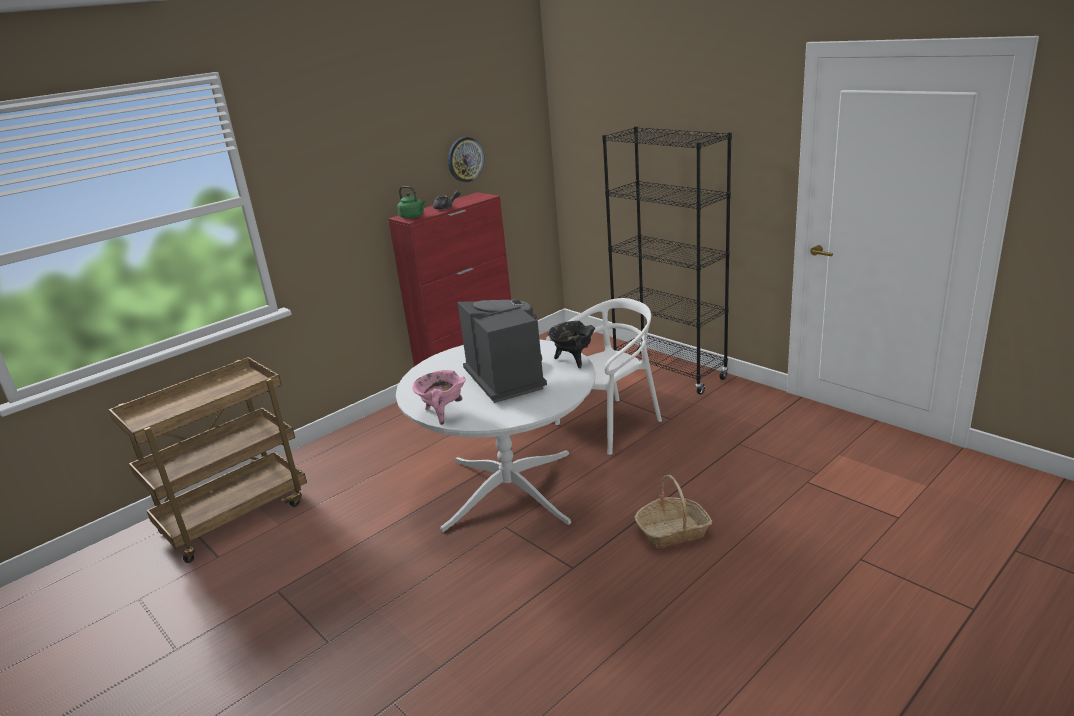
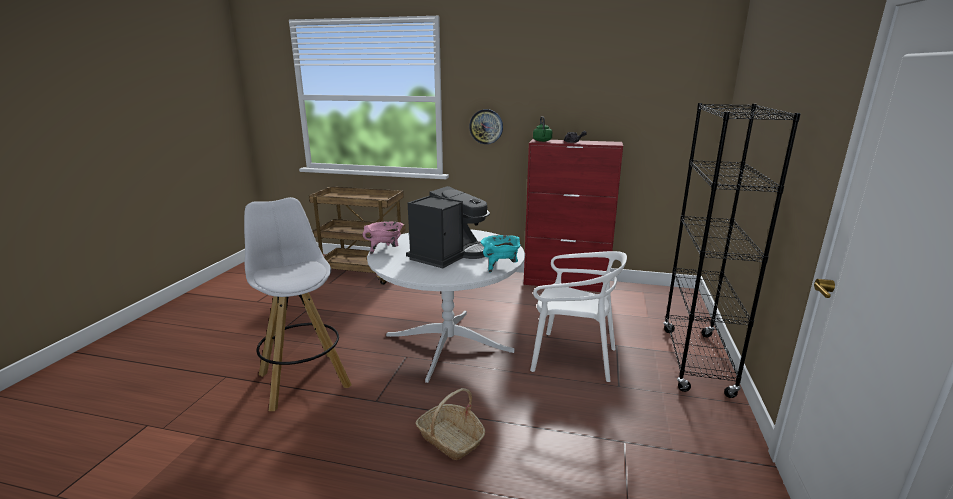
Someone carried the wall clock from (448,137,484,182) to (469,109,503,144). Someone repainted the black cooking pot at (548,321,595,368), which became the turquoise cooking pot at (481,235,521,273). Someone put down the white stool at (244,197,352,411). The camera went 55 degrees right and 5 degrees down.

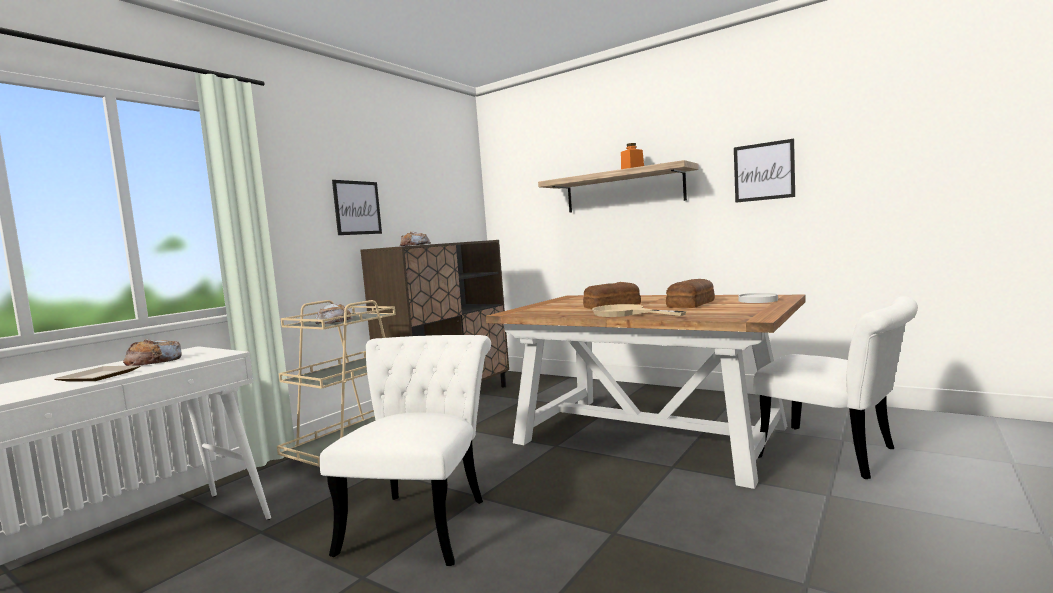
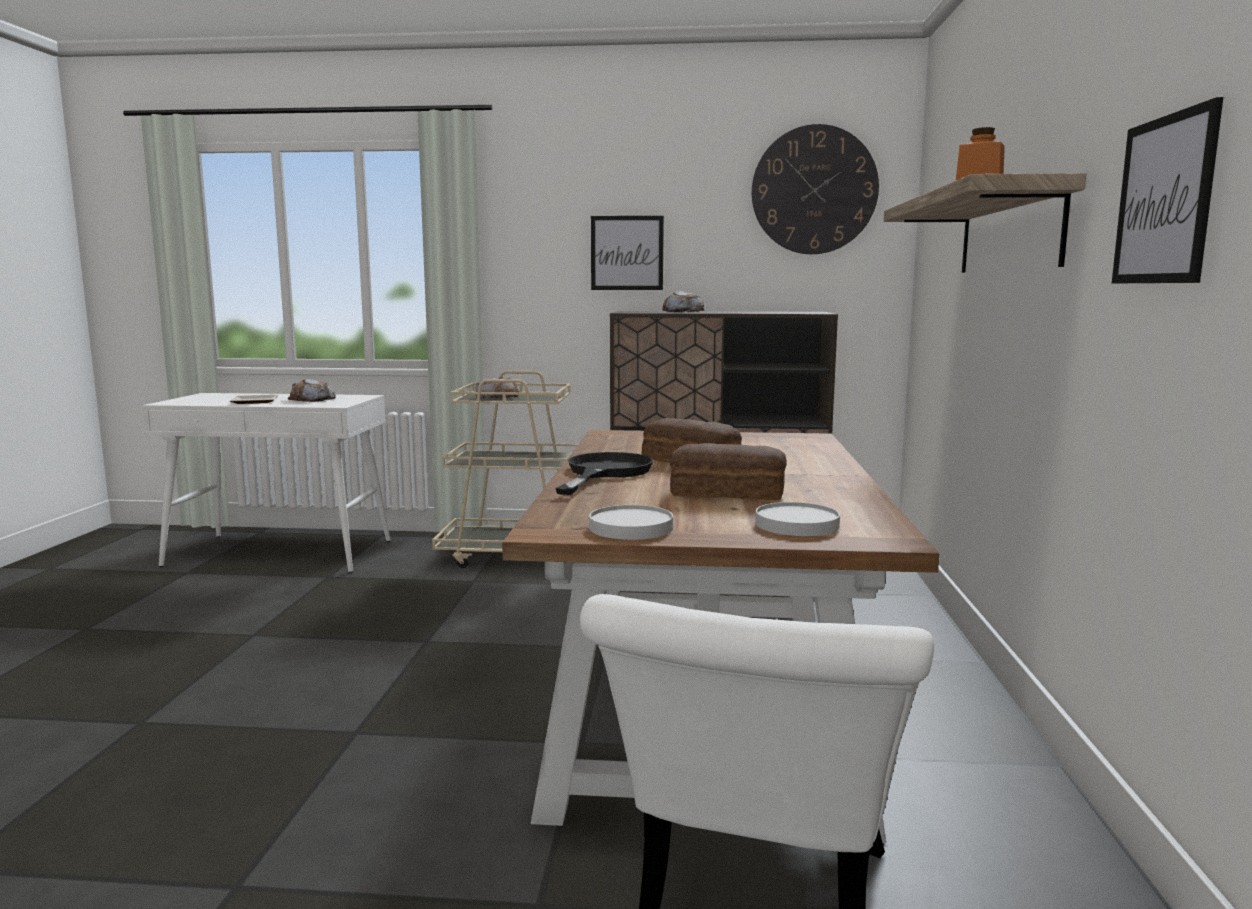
Someone repainted the beige frying pan at (592,304,686,317), which became the black frying pan at (556,452,654,495). Someone took away the white chair at (319,335,491,566). Someone put up the wall clock at (752,124,879,254). Someone put down the white plate at (589,505,673,540). The camera went 60 degrees right and 5 degrees up.

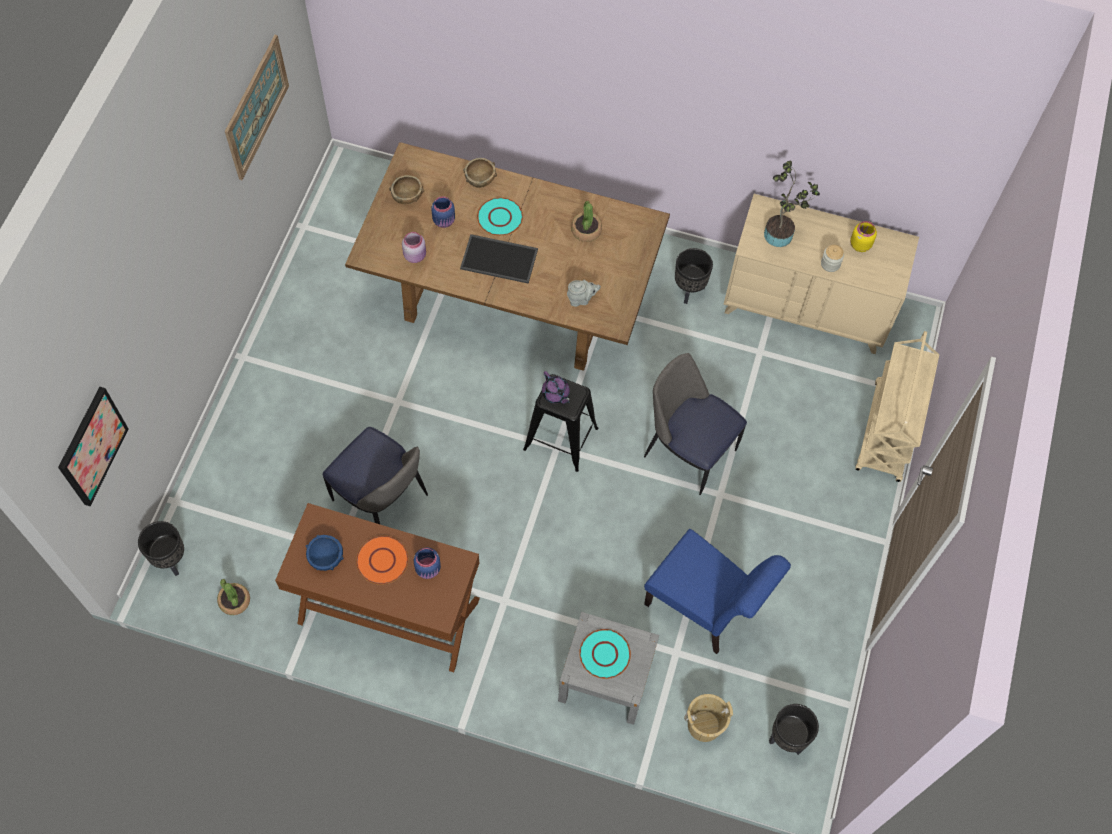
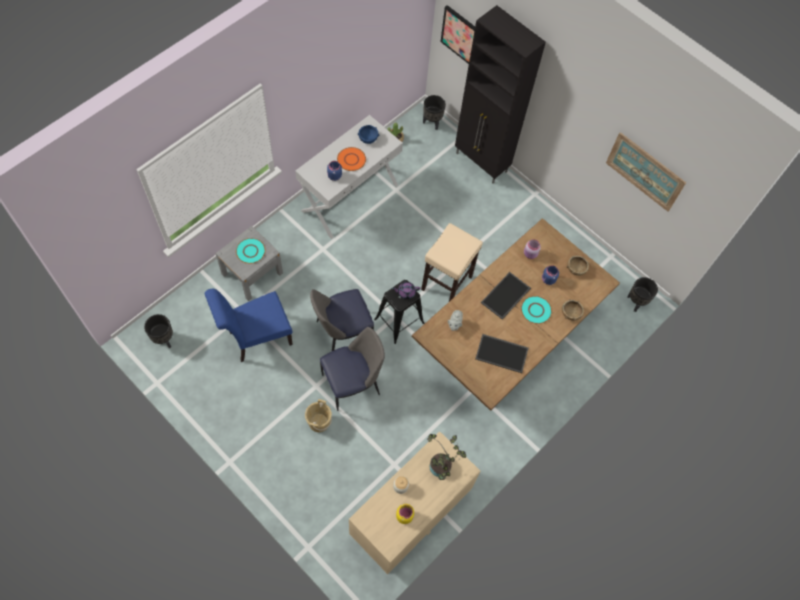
Someone swapped the potted plant at (571,201,602,242) for the tray at (475,334,528,373). Someone carried the black planter from (675,248,713,304) to (628,277,658,312). Someone took away the beige cart at (855,331,939,482). Someone carried the chair from (322,427,428,524) to (310,289,374,351). Someone repainted the brown console table at (275,503,480,672), which became the white console table at (295,115,403,239). Someone carried the beige bucket from (684,694,733,742) to (305,399,332,432). Someone put down the black cabinet at (455,5,546,184). Someone put down the beige stool at (421,223,483,301). The camera went 115 degrees right and 0 degrees up.

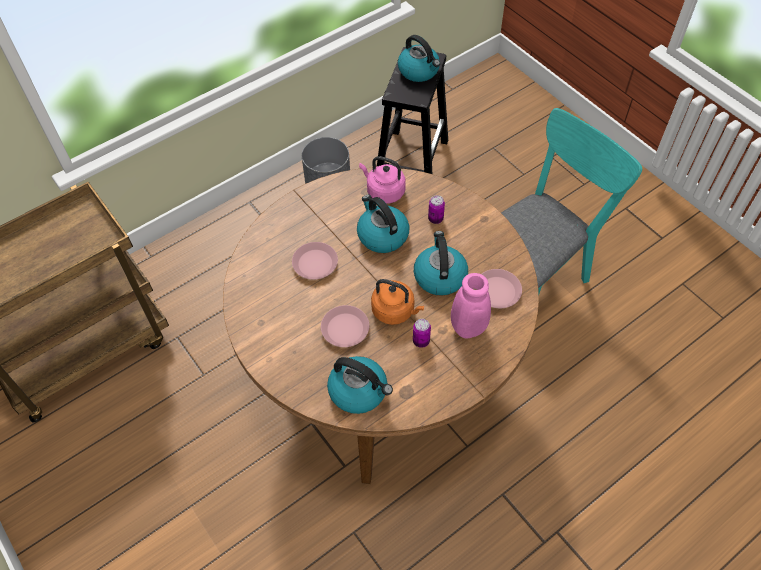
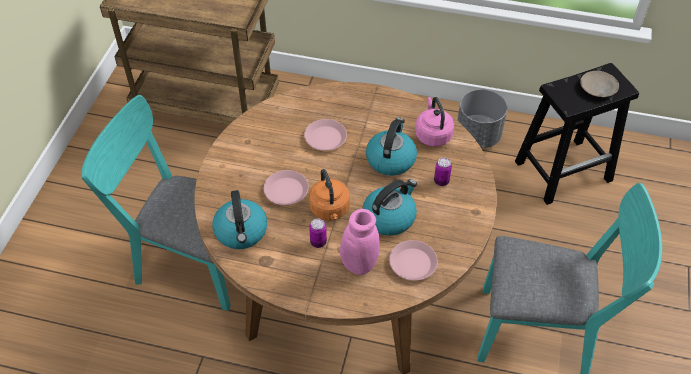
Someone swapped the kettle at (398,35,440,82) for the beige plate at (580,71,619,97). Someone put down the turquoise chair at (82,95,231,311). The camera went 50 degrees right and 5 degrees down.

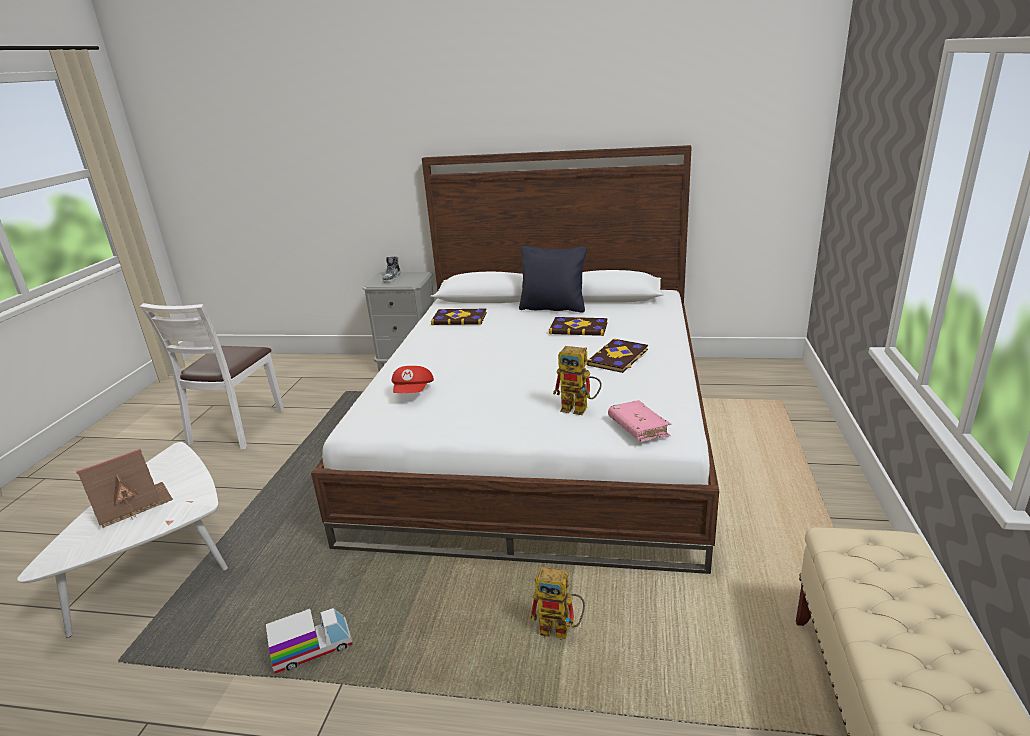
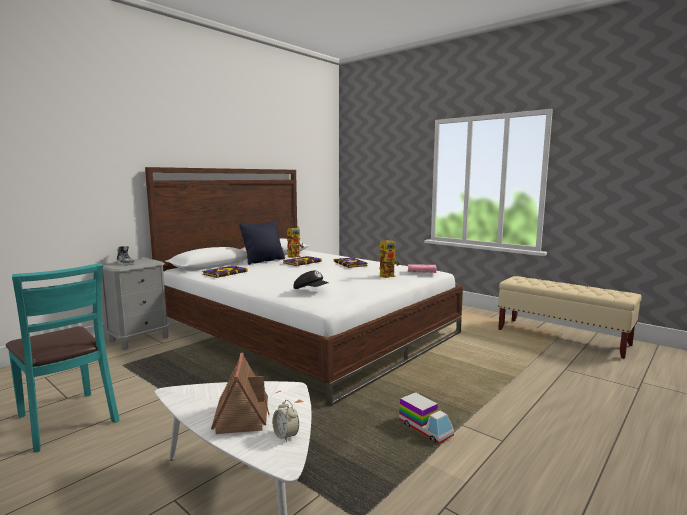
Someone repainted the white chair at (140,303,284,450), which became the turquoise chair at (6,263,120,453). Someone repainted the red cap at (391,366,434,393), which became the black cap at (294,270,328,289). Someone carried the toy robot from (529,567,585,641) to (287,226,304,258). Someone rotated the toy truck at (266,608,353,674) by 135 degrees clockwise. Someone put down the alarm clock at (272,400,299,442). The camera went 60 degrees left and 15 degrees down.

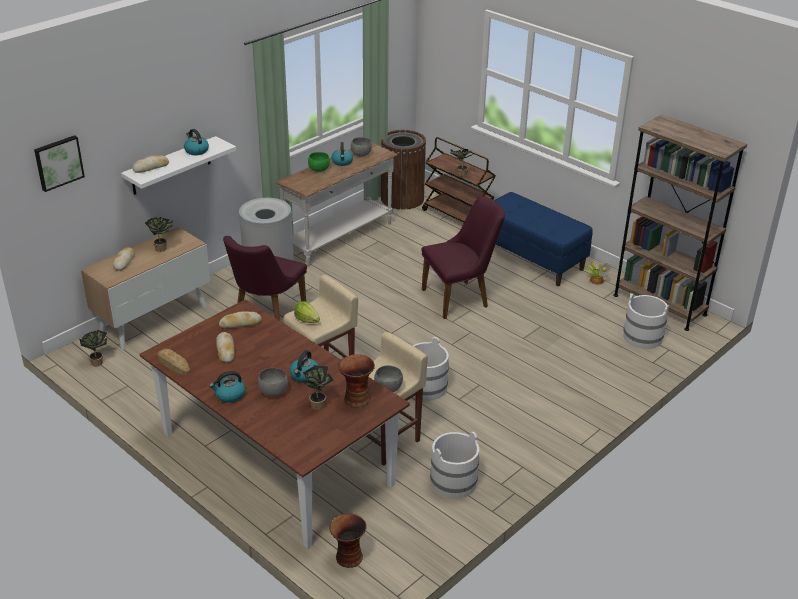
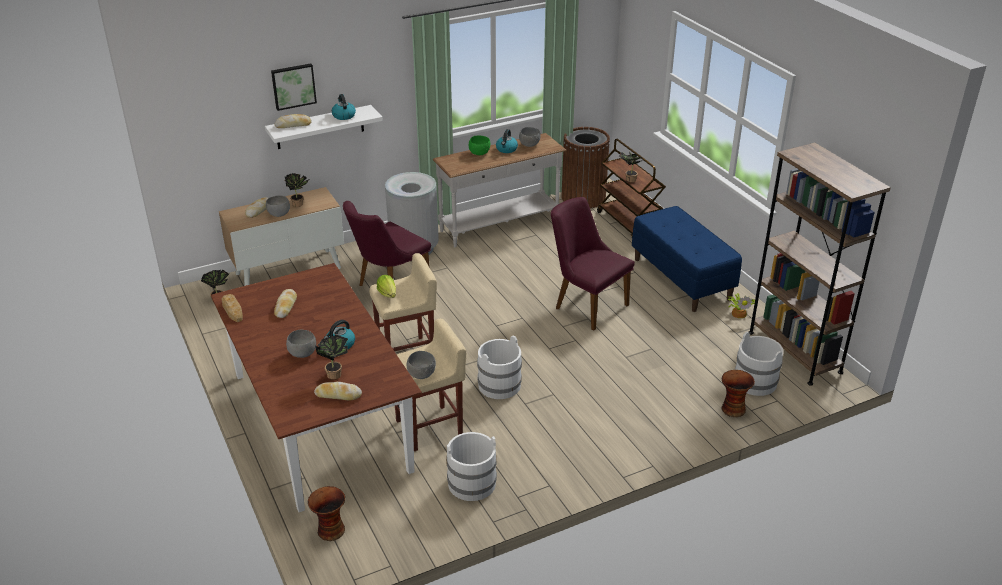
Someone carried the picture from (34,135,85,192) to (271,63,317,111). Someone rotated the purple chair at (421,196,505,319) by 135 degrees counterclockwise. Someone carried the bread from (219,312,262,328) to (314,382,362,400). Someone carried the vase from (338,354,375,408) to (722,370,755,417). Someone took away the kettle at (210,371,245,403). Someone put down the grey bowl at (266,195,290,217). The camera went 20 degrees right and 0 degrees up.

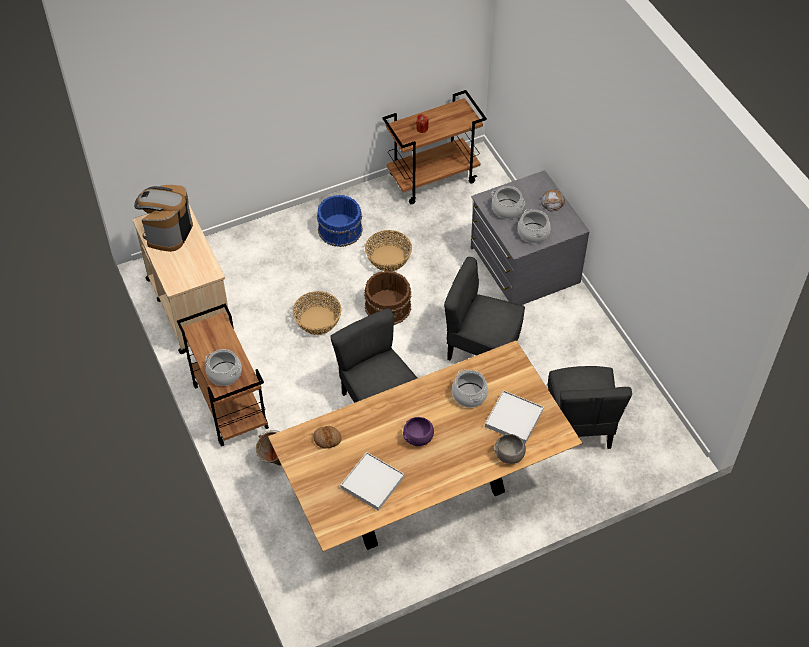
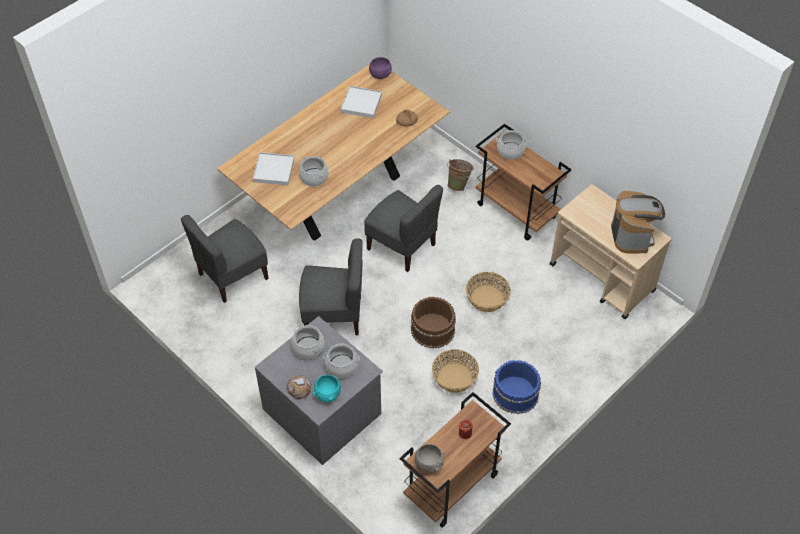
Someone rotated the grey chair at (547,366,632,449) by 105 degrees counterclockwise. Someone carried the purple bowl from (403,417,434,446) to (369,57,392,79). Someone carried the grey bowl from (493,434,526,464) to (415,444,444,472). Someone put down the turquoise bowl at (313,375,341,403). The camera went 160 degrees right and 0 degrees up.

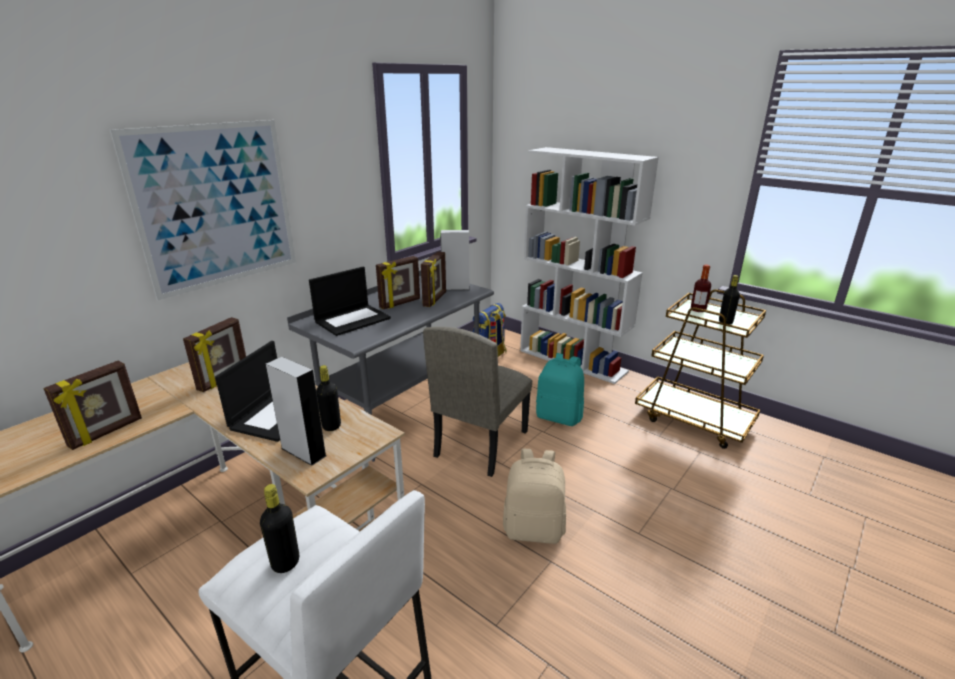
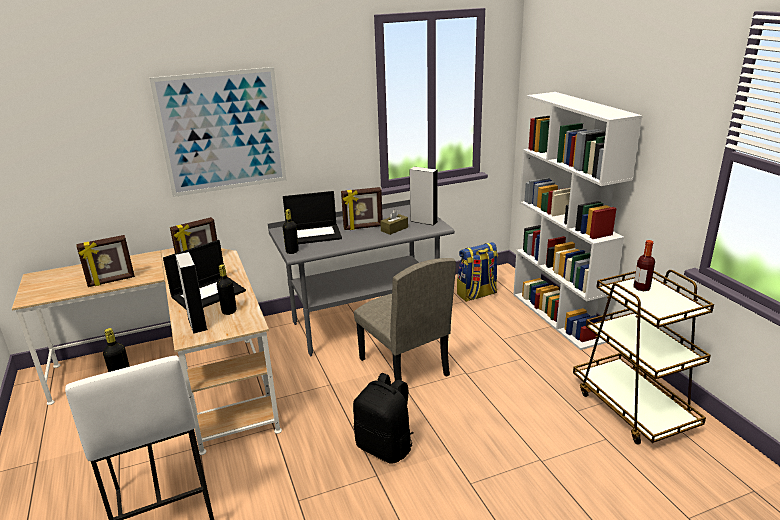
Someone swapped the picture frame at (421,251,446,307) for the brown tissue box at (380,209,408,235). Someone carried the black bottle from (719,275,740,325) to (283,209,299,254). Someone rotated the beige chair at (423,327,532,477) by 90 degrees counterclockwise. Someone took away the turquoise backpack at (536,353,584,426). Someone repainted the beige backpack at (503,449,566,544), which became the black backpack at (353,373,413,464). The camera went 30 degrees right and 0 degrees up.

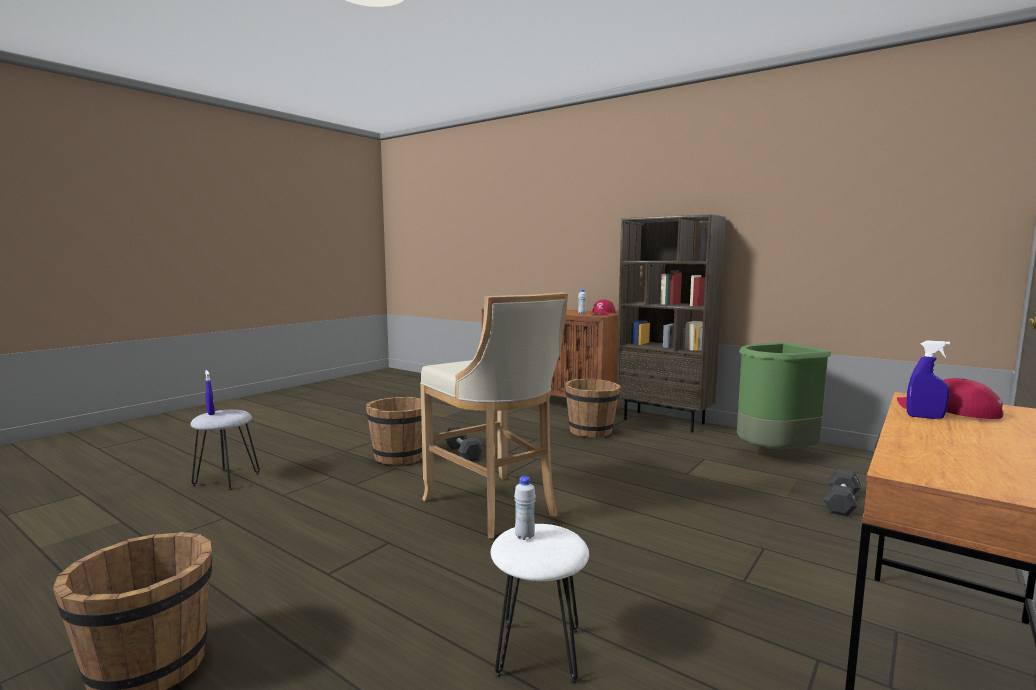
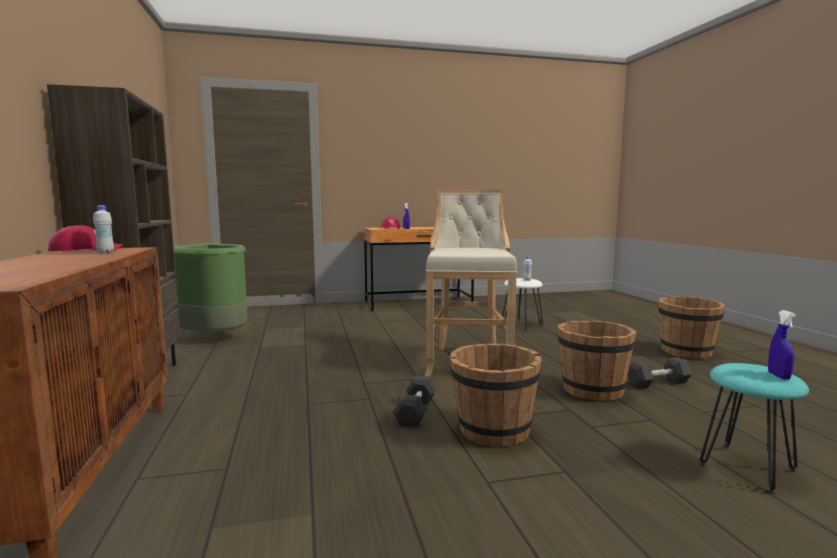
Someone carried the brown bucket from (565,379,620,438) to (557,320,636,401). Someone repainted the grey stool at (190,410,260,490), which became the turquoise stool at (700,363,809,494). Someone carried the black dumbbell from (823,469,861,517) to (628,357,692,389). The camera went 140 degrees left and 0 degrees up.

